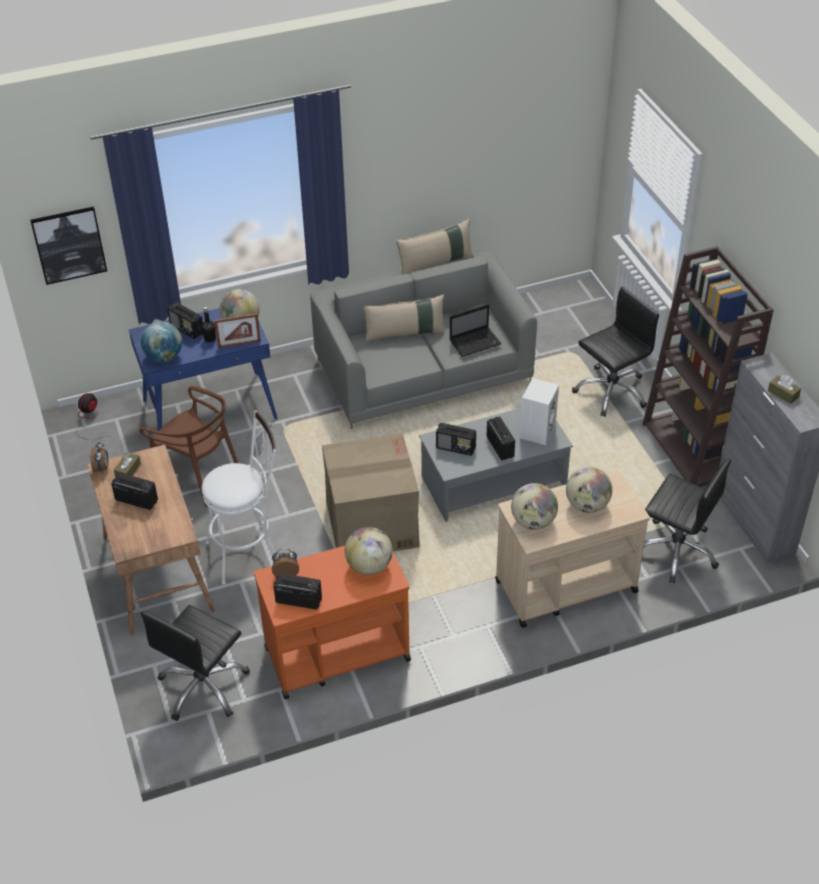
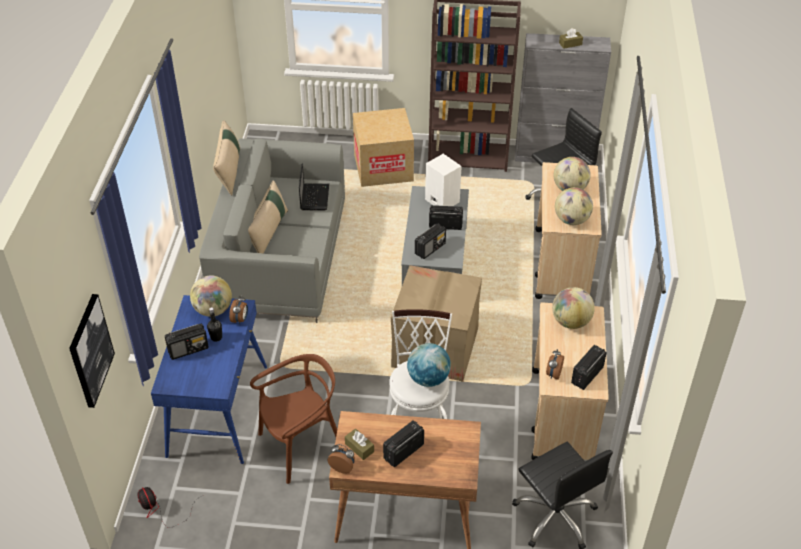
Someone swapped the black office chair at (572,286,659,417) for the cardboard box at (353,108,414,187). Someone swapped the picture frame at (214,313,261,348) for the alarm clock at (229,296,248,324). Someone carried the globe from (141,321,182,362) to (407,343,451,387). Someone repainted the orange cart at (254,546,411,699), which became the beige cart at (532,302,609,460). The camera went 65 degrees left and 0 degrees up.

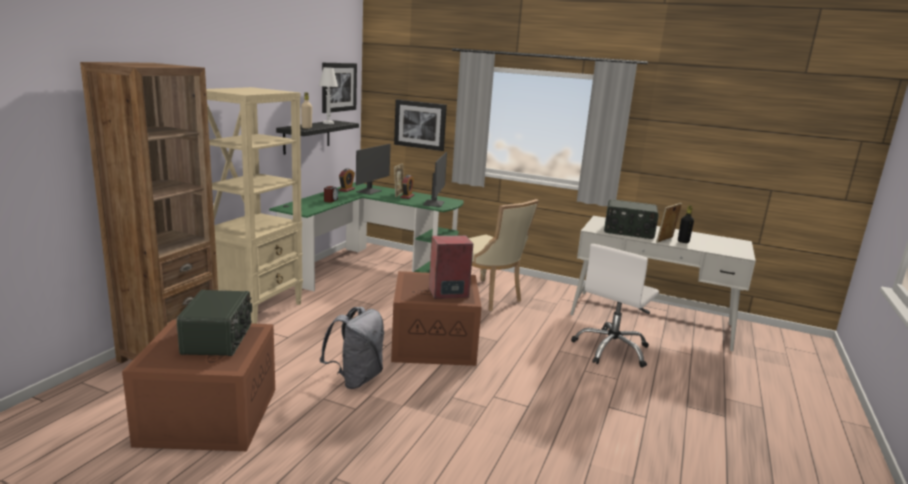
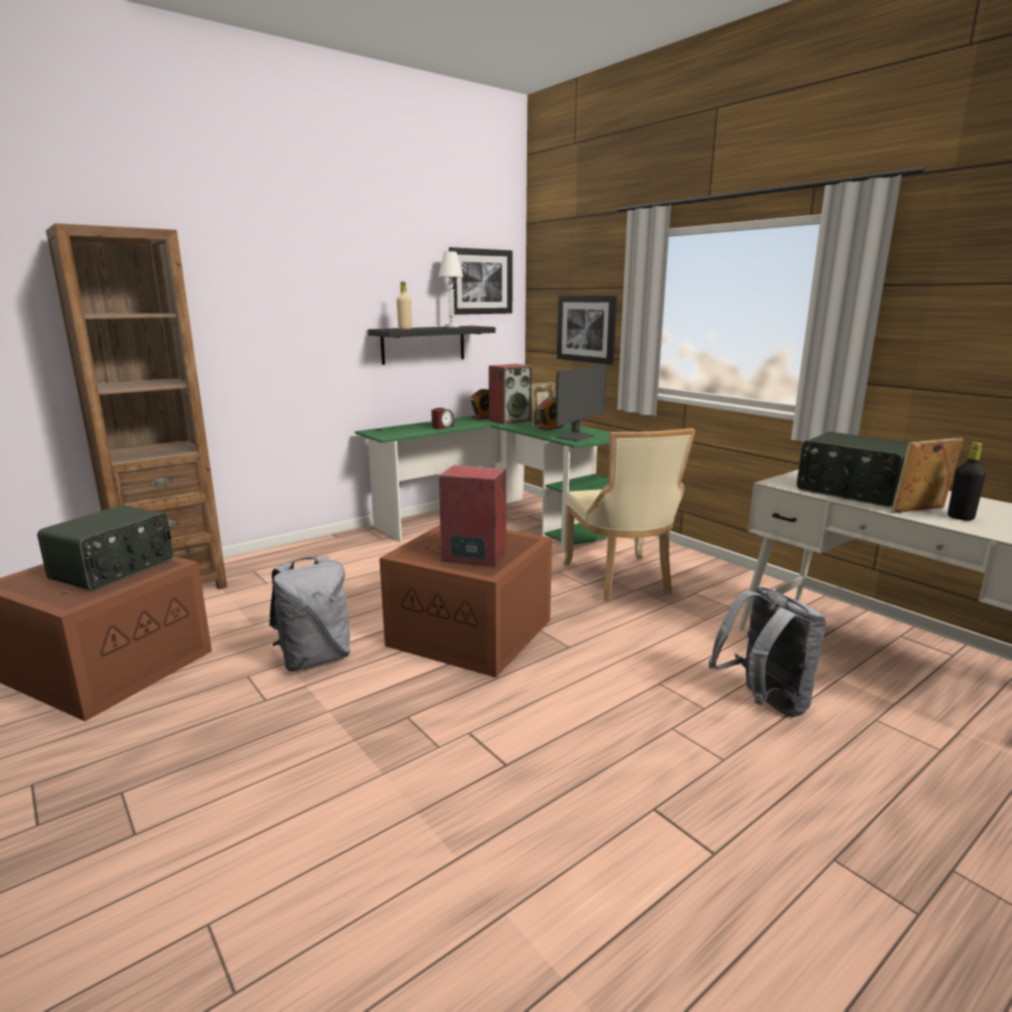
Someone took away the beige bookcase at (206,87,303,324). Someone swapped the monitor at (356,144,391,195) for the speaker at (489,364,532,425). Someone swapped the white office chair at (571,244,659,368) for the grey backpack at (709,586,827,717). The camera went 30 degrees right and 0 degrees up.

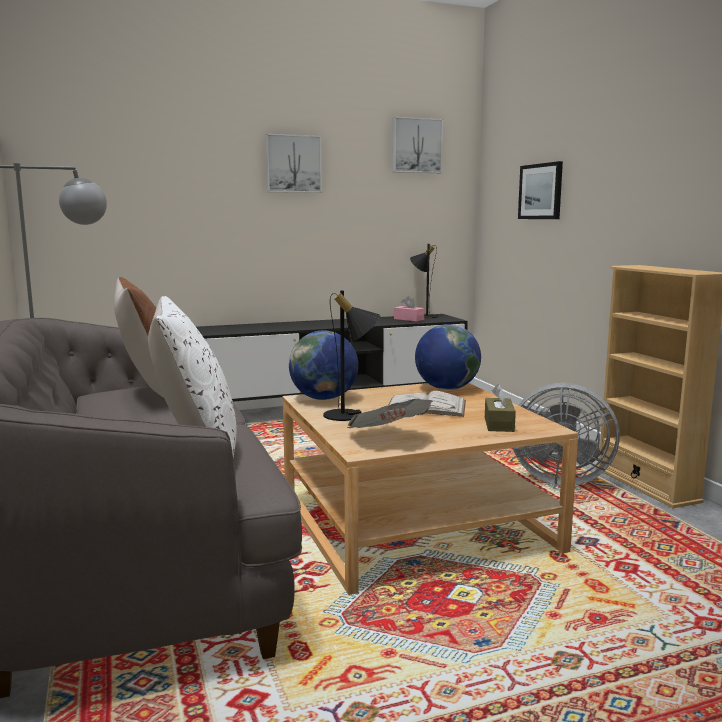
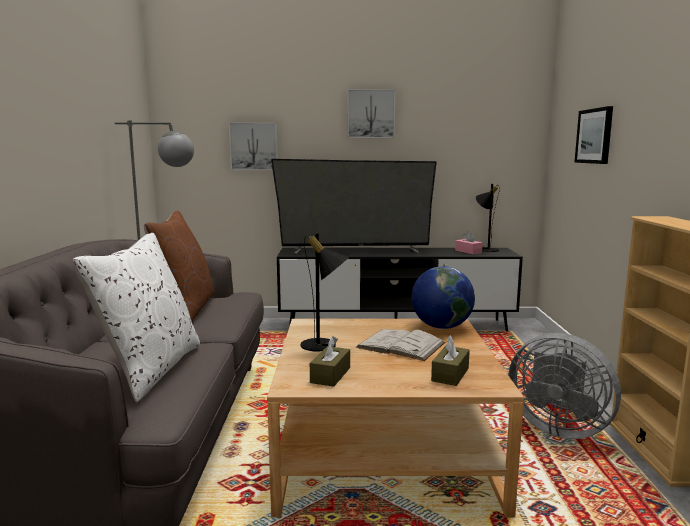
Someone carried the picture from (392,117,443,173) to (229,122,278,170). Someone took away the globe at (289,330,358,400). Someone swapped the newspaper at (347,399,433,428) for the brown tissue box at (310,336,350,387). Someone put down the television at (271,159,437,255). The camera went 20 degrees right and 0 degrees up.

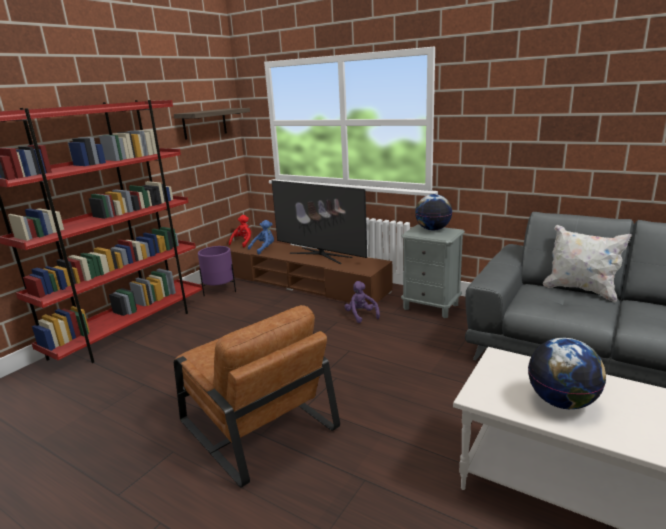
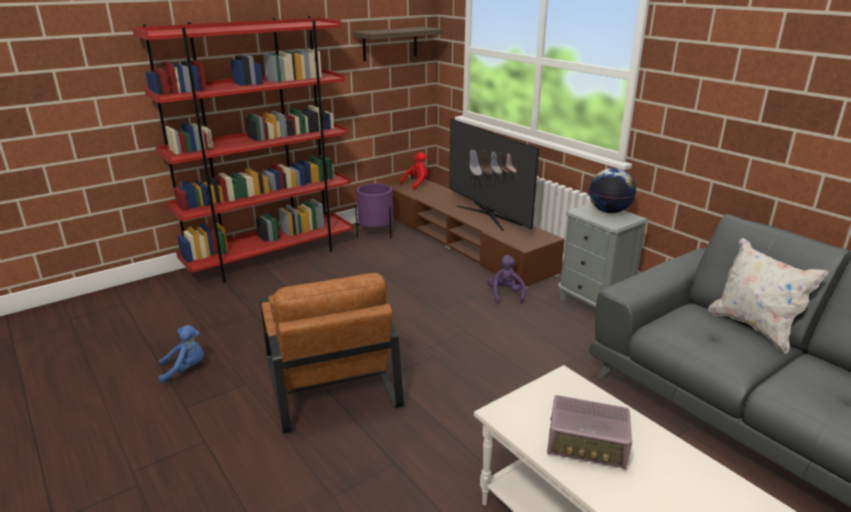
Someone carried the blue plush toy from (248,220,274,254) to (159,325,204,384). Someone swapped the globe at (528,338,606,409) for the radio at (547,395,632,470). The camera went 20 degrees right and 5 degrees up.

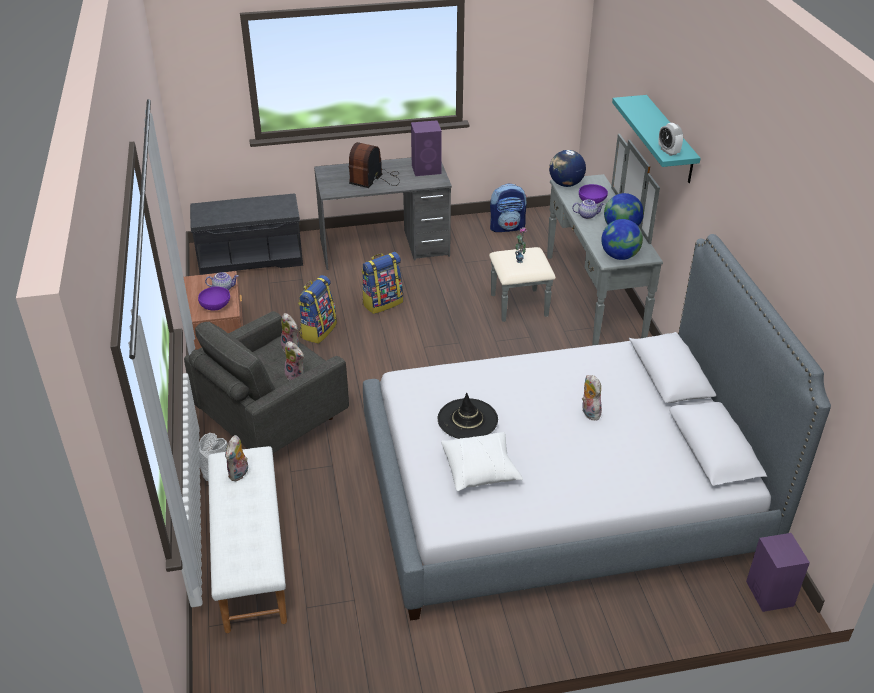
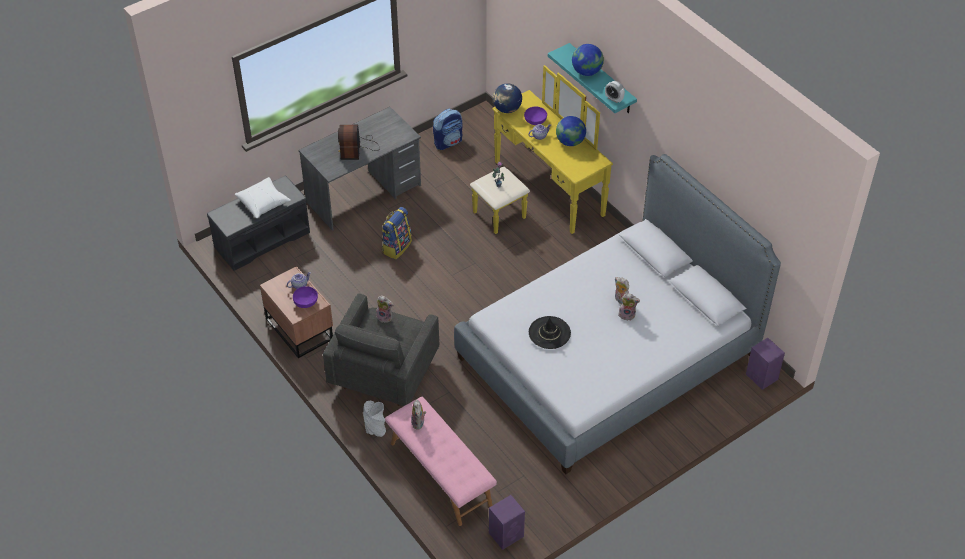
Someone carried the purple speaker from (411,120,442,176) to (489,495,525,550). Someone repainted the grey dresser at (489,134,663,345), which became the yellow dresser at (470,65,613,234). Someone carried the globe from (601,219,643,260) to (572,44,604,76). Someone took away the backpack at (298,275,337,344). Someone carried the plush toy from (285,341,304,381) to (618,293,640,320). Someone carried the white pillow from (441,432,523,491) to (235,177,291,218). Someone repainted the white bench at (208,446,287,633), which became the pink bench at (385,397,497,526). The camera went 25 degrees left and 10 degrees up.

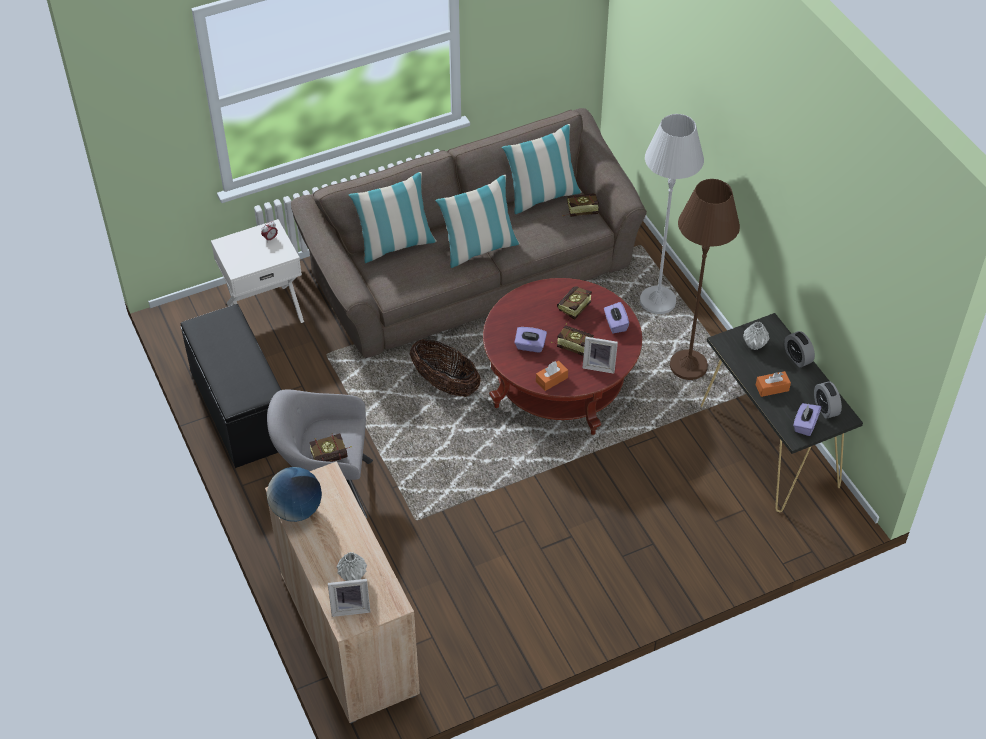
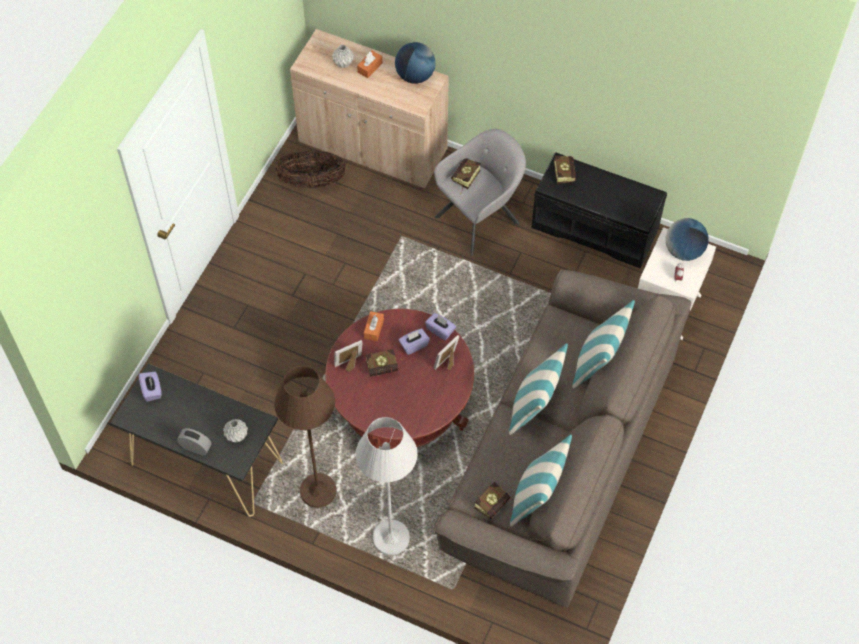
Someone carried the book from (557,286,592,325) to (554,155,577,184). Someone carried the purple tissue box from (604,302,629,333) to (425,313,456,340). Someone carried the basket from (410,339,481,397) to (275,150,347,188). Someone carried the orange tissue box from (756,371,791,397) to (357,51,382,78). Someone took away the alarm clock at (814,381,842,419). Someone carried the picture frame from (328,579,370,617) to (434,335,459,370). Someone put down the globe at (666,218,709,261). The camera went 140 degrees right and 10 degrees up.

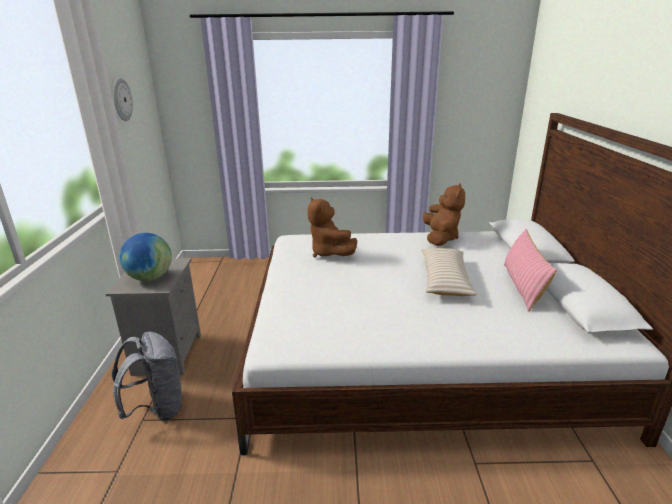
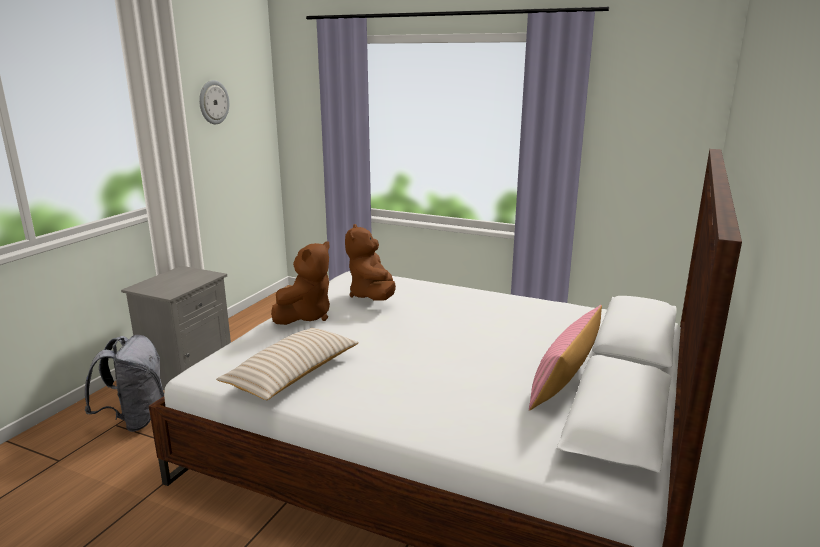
Someone carried the brown plush toy from (423,183,465,246) to (271,241,330,325). Someone took away the globe at (119,233,172,281). Someone carried the beige pillow from (421,248,477,296) to (216,328,359,400). The camera went 25 degrees right and 5 degrees down.

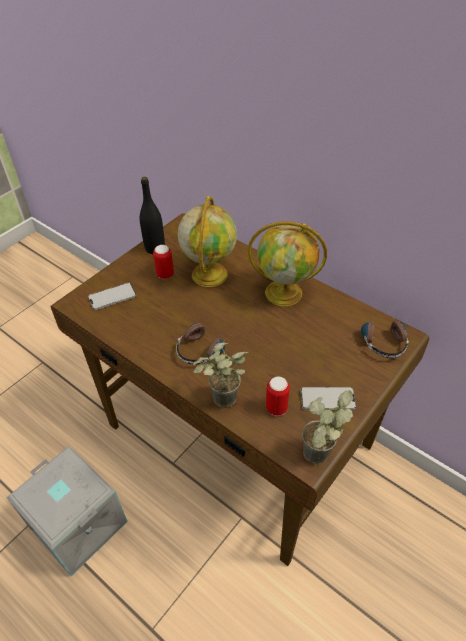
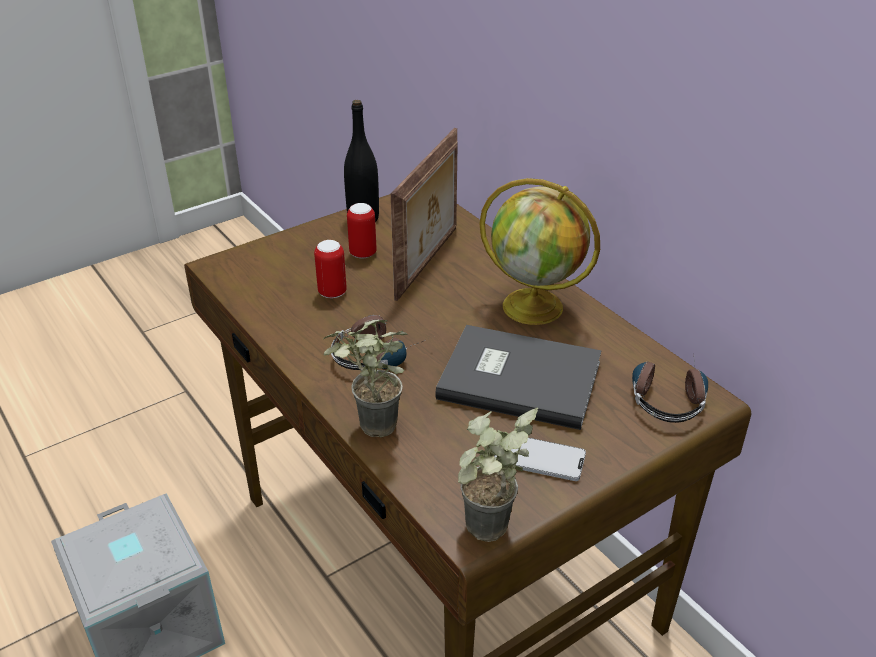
Someone swapped the globe at (178,196,237,287) for the picture frame at (391,128,458,301). Someone took away the phone at (88,283,136,310). Someone carried the can from (266,376,290,416) to (314,240,347,298). Someone put down the grey book at (435,325,602,430). The camera went 15 degrees right and 10 degrees down.

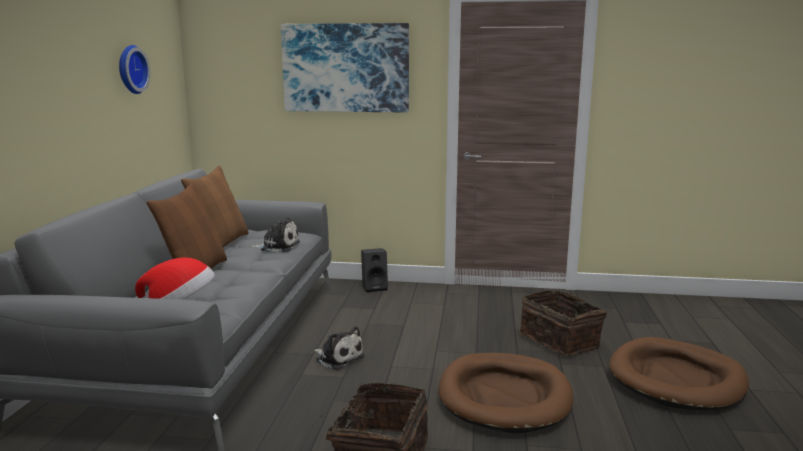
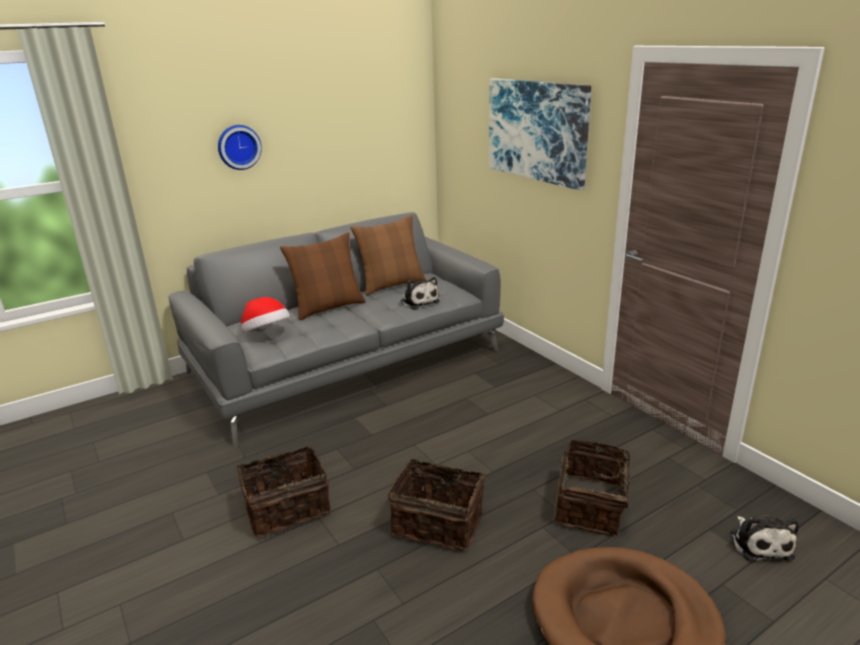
Someone carried the wall clock from (119,45,151,94) to (218,125,262,170). Someone took away the black speaker at (361,248,388,292). Someone carried the plush toy from (314,326,365,370) to (731,515,798,561). Someone swapped the brown dog bed at (438,353,573,433) for the basket at (388,453,485,550). The camera went 50 degrees right and 10 degrees up.

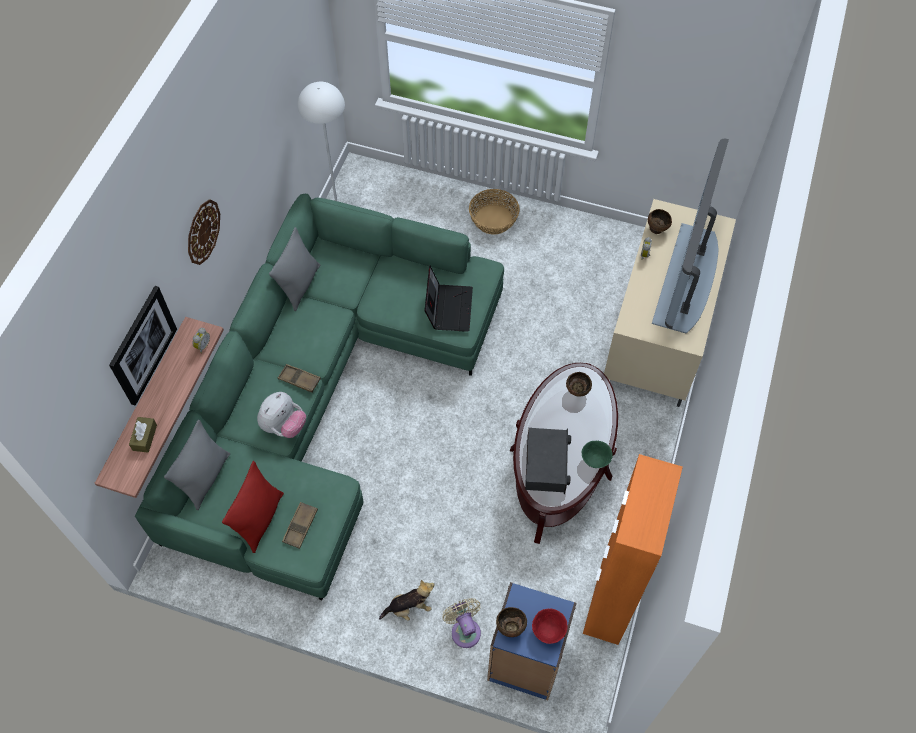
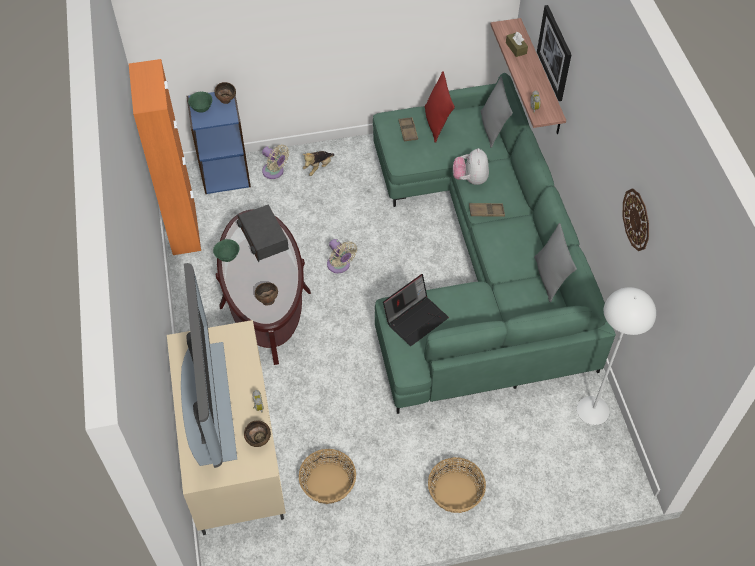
Someone carried the wall clock from (188,199,220,265) to (623,188,649,251). Someone rotated the laptop at (425,265,473,332) by 105 degrees counterclockwise. Someone repainted the red bowl at (532,609,567,644), which became the green bowl at (188,92,212,113). Someone put down the beige fan at (327,239,357,273). Someone put down the basket at (299,449,356,504). The camera went 150 degrees right and 5 degrees down.

